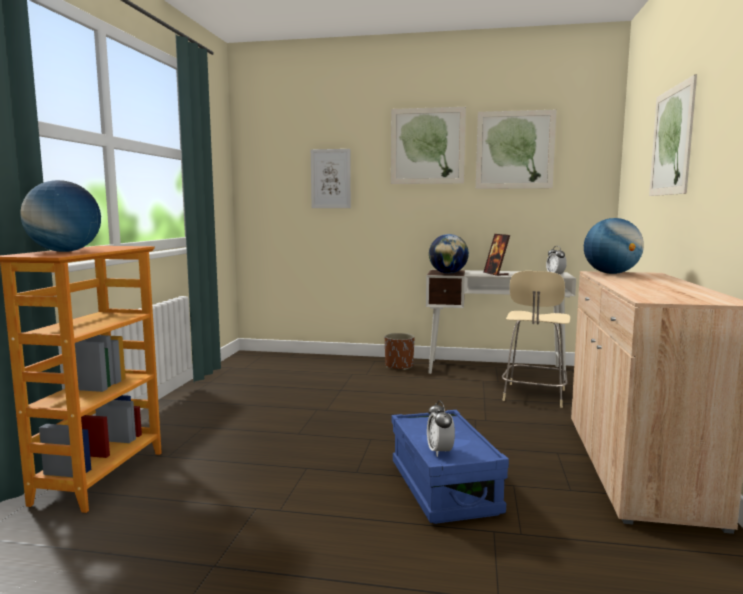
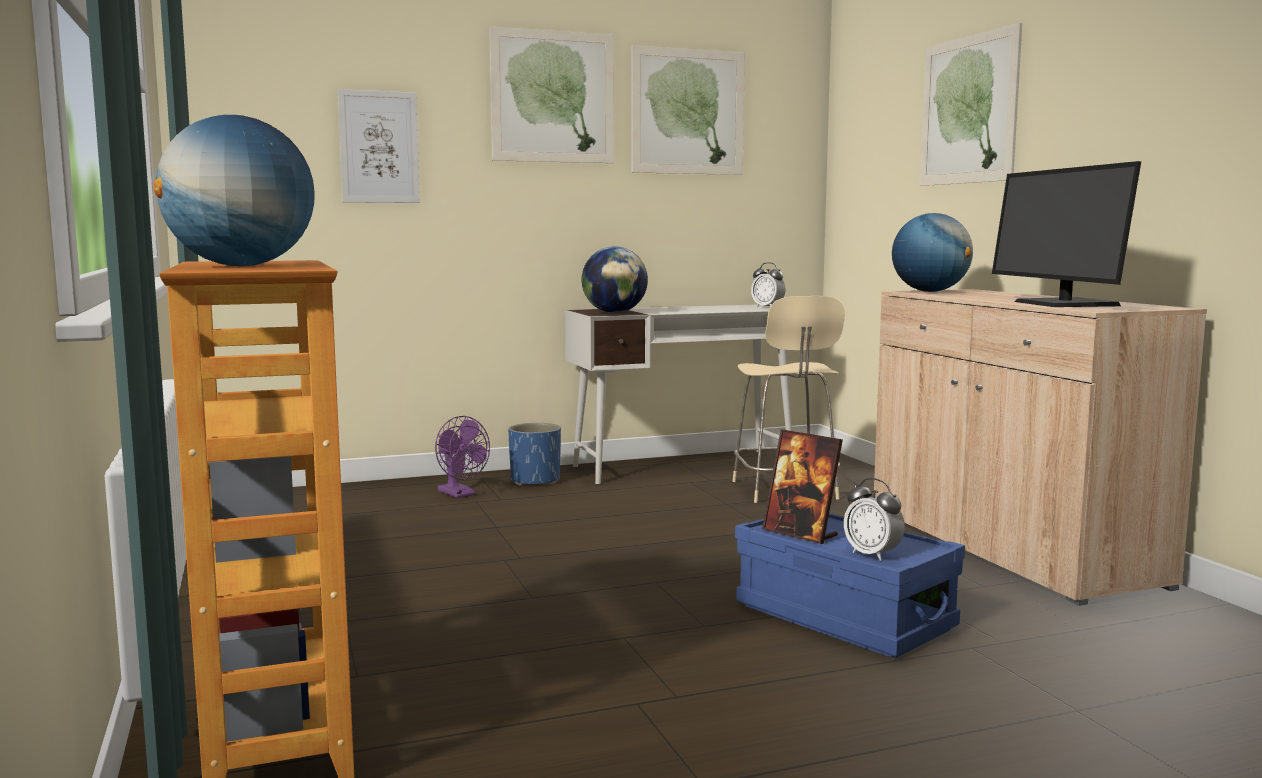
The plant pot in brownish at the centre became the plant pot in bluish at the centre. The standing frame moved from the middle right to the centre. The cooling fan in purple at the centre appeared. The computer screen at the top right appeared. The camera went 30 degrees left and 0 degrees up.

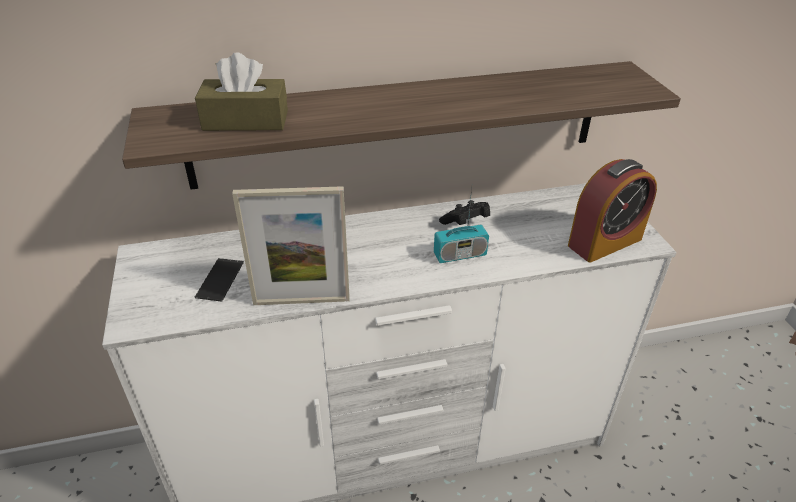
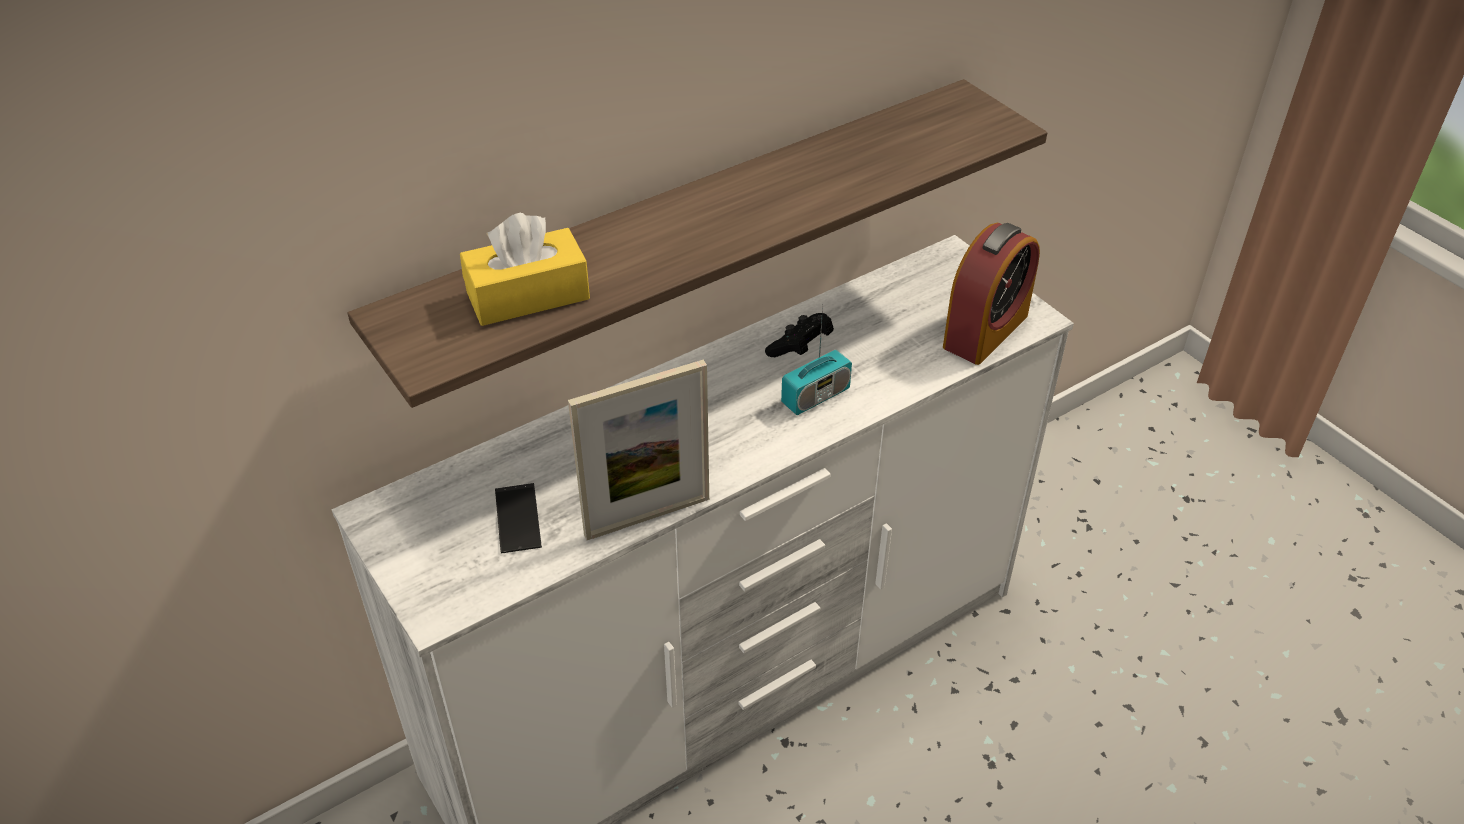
The tissue box in brownish at the top left became the tissue box in yellow at the top centre. The camera went 20 degrees left and 5 degrees up.

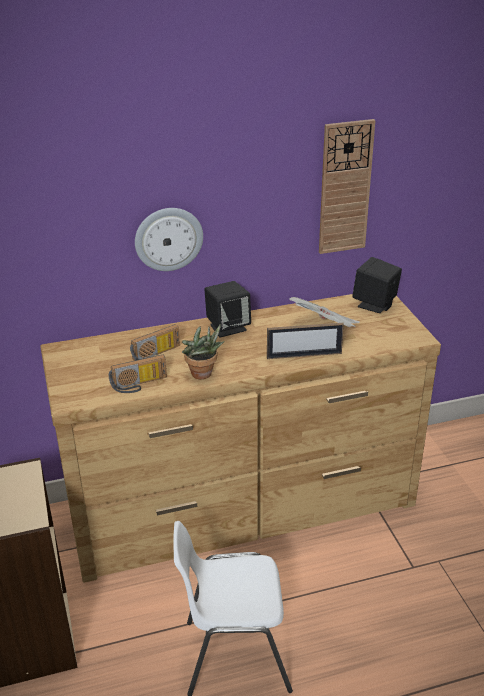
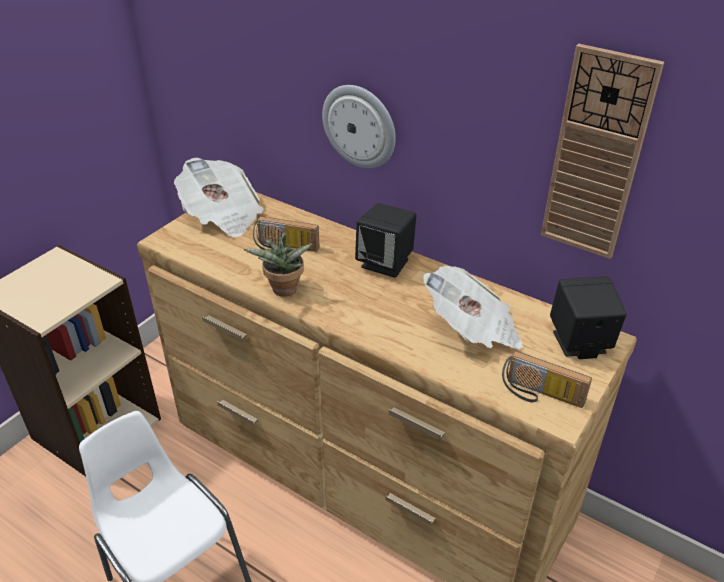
The radio set (no. 1 from left in the first image) moved from the middle left to the middle right. The standing frame at the centre disappeared. The daily paper (no. 1 from left) at the middle left appeared. The camera went 50 degrees right and 5 degrees up.

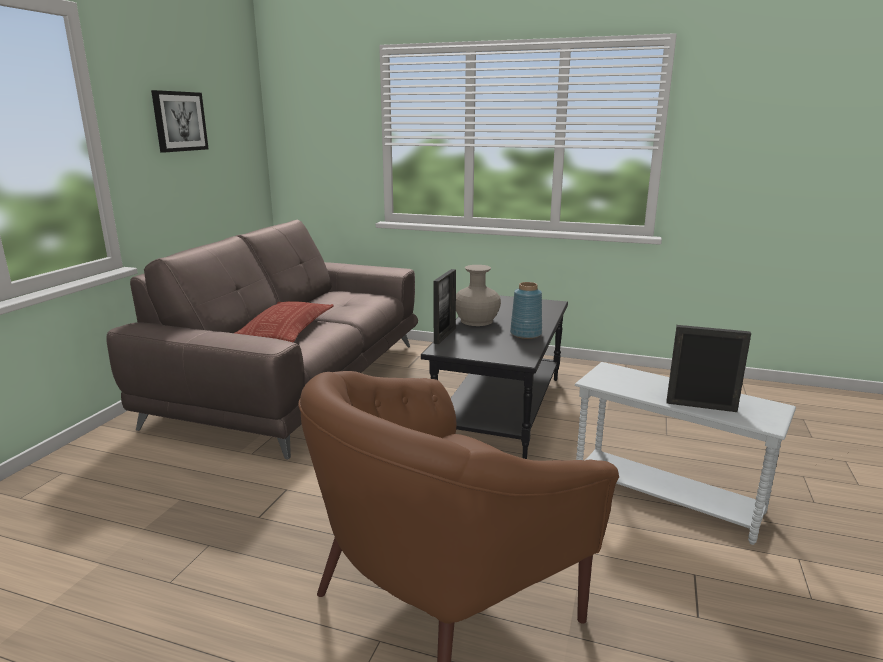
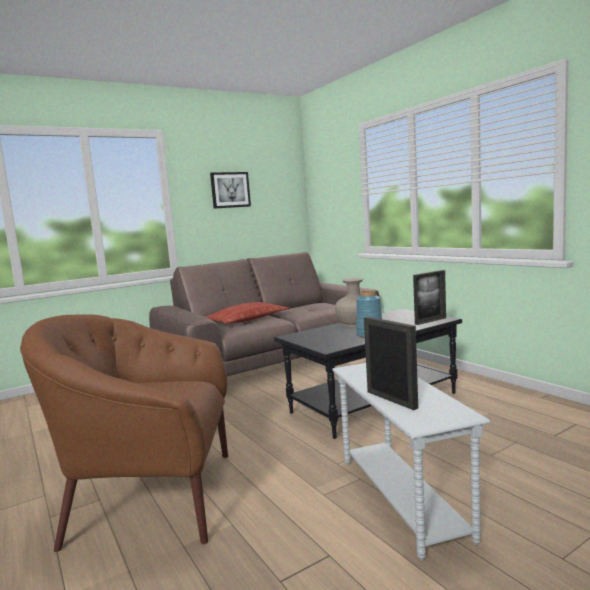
The standing frame (no. 1 from left in the first image) moved from the centre to the middle right. The camera went 40 degrees right and 10 degrees down.

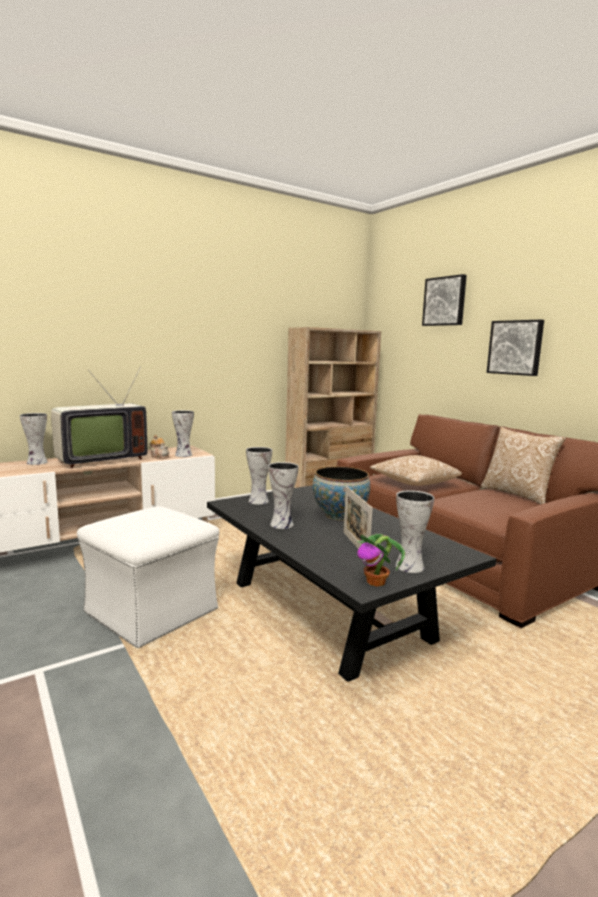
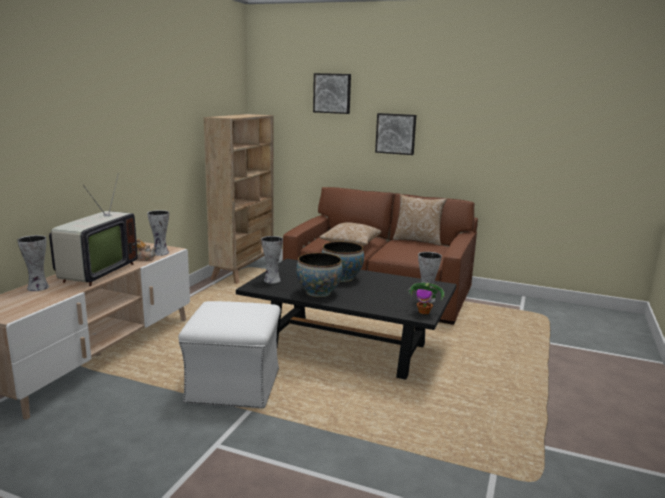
The decorative vase (no. 4 from left) at the centre was replaced by the serving bowl (no. 1 from left) at the centre. The standing frame at the centre disappeared. The camera went 35 degrees left and 5 degrees up.

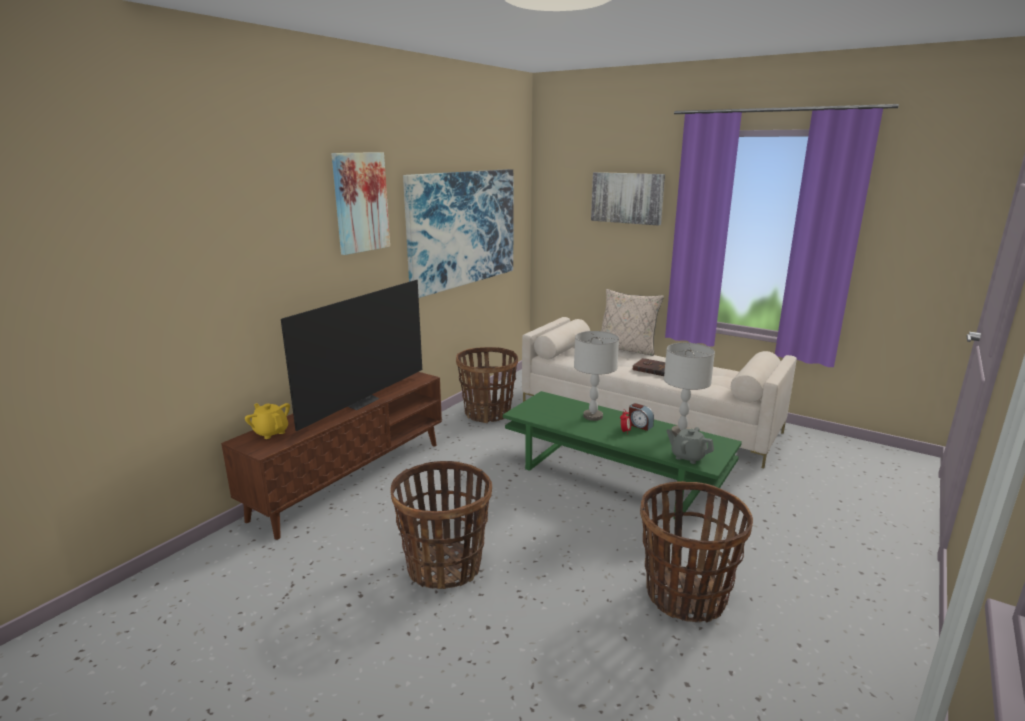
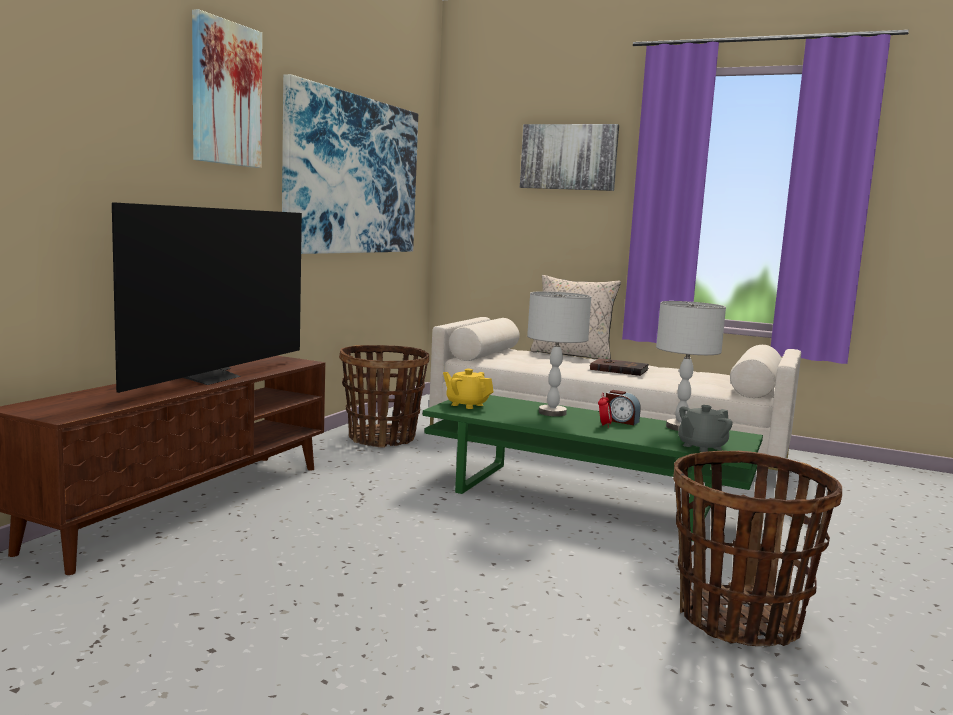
The tea pot in yellow moved from the middle left to the centre. The household basket (no. 1 from left) at the bottom centre disappeared. The tea pot in grey at the middle right turned 60 degrees counterclockwise. The camera went 10 degrees left and 10 degrees down.

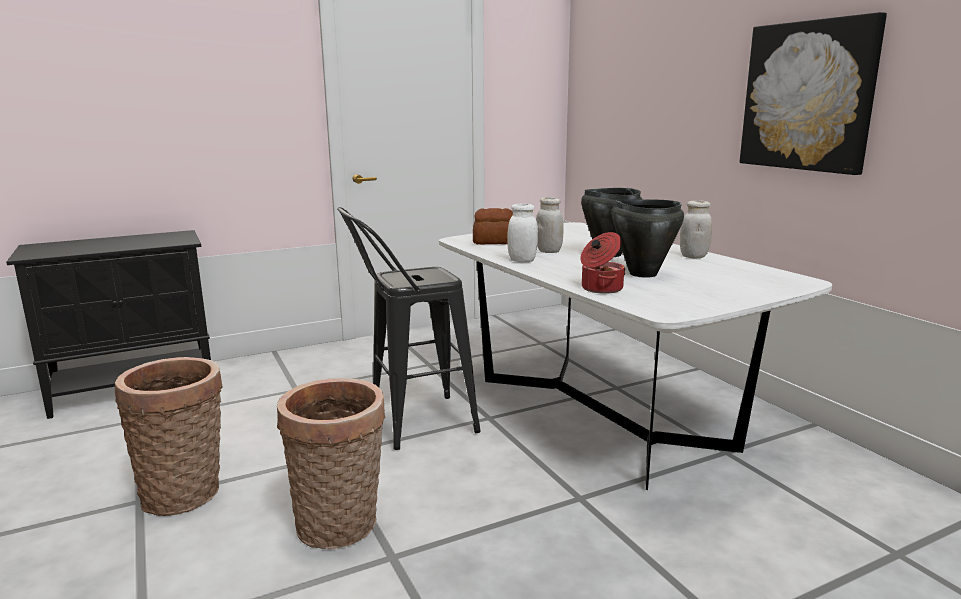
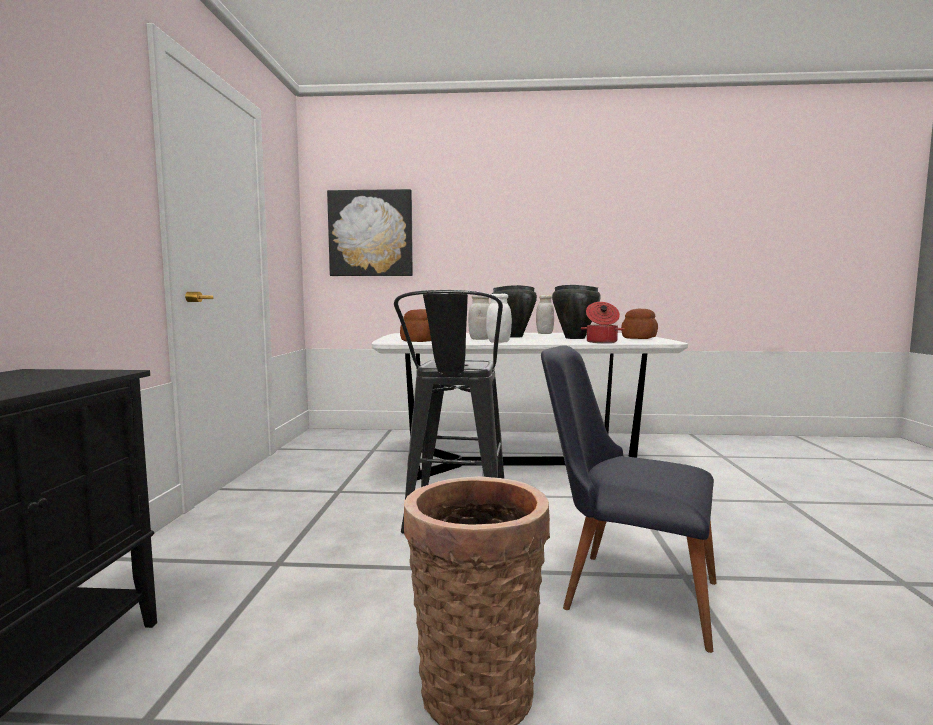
The household basket (no. 2 from left) at the bottom centre was replaced by the plain chair in black-coloured at the bottom right. The wall art moved from the top right to the top centre. The baked bread (no. 2 from left) at the middle right appeared. The camera went 60 degrees left and 10 degrees down.

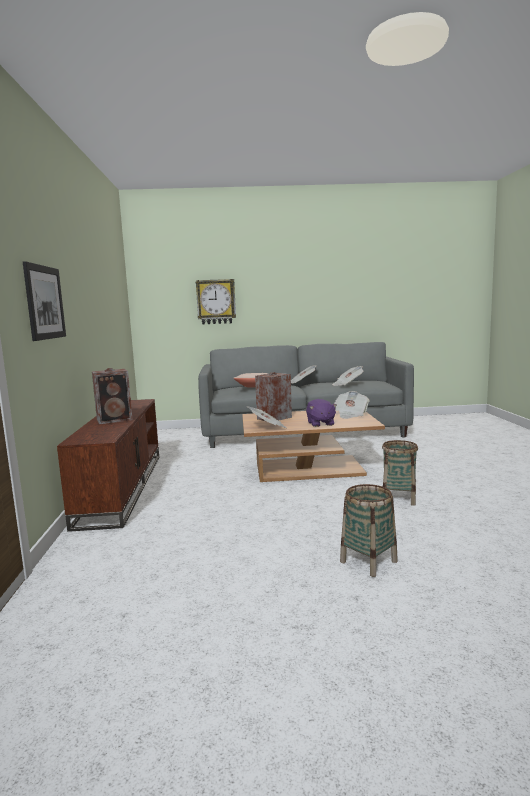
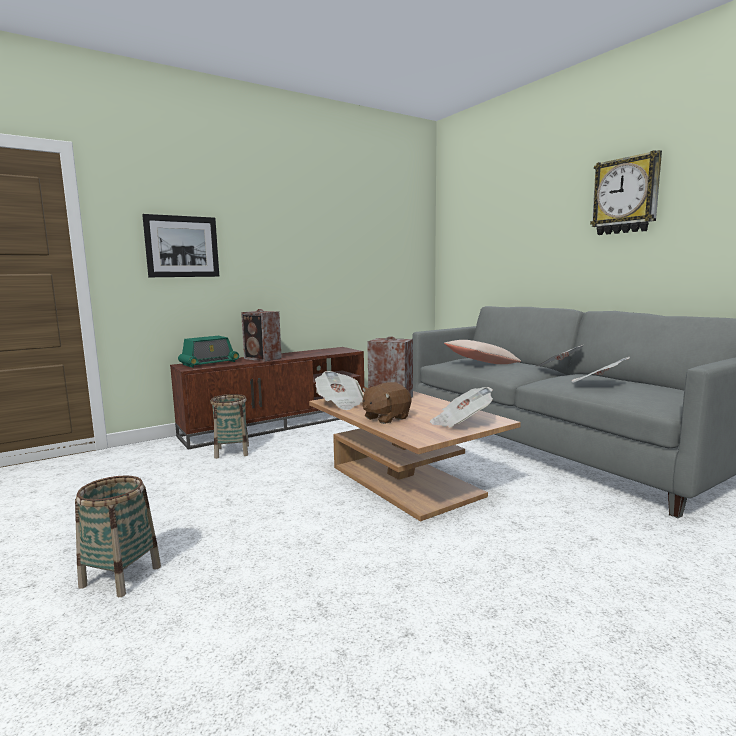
The clock on the wall moved from the centre to the top right. The soft toy in purple at the centre became the soft toy in brownish at the centre. The household basket (no. 2 from left) moved from the middle right to the middle left. The radio set at the middle left appeared. The camera went 60 degrees right and 0 degrees up.

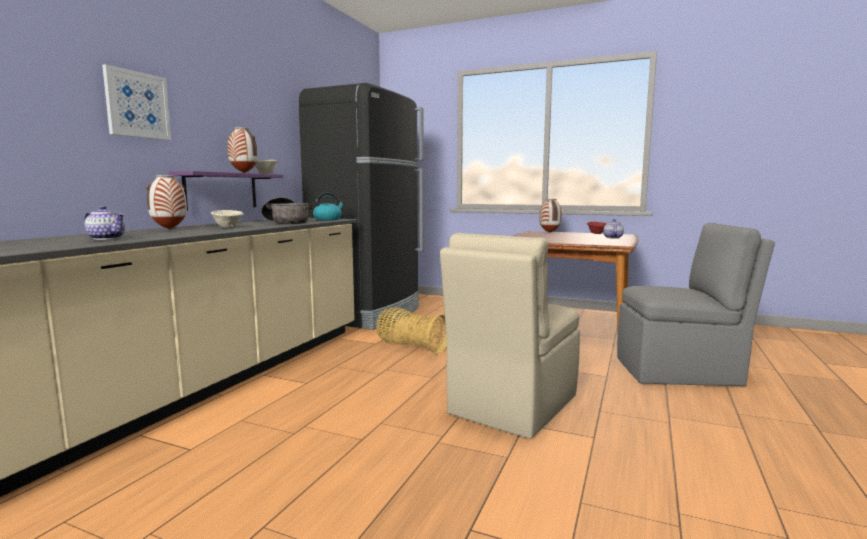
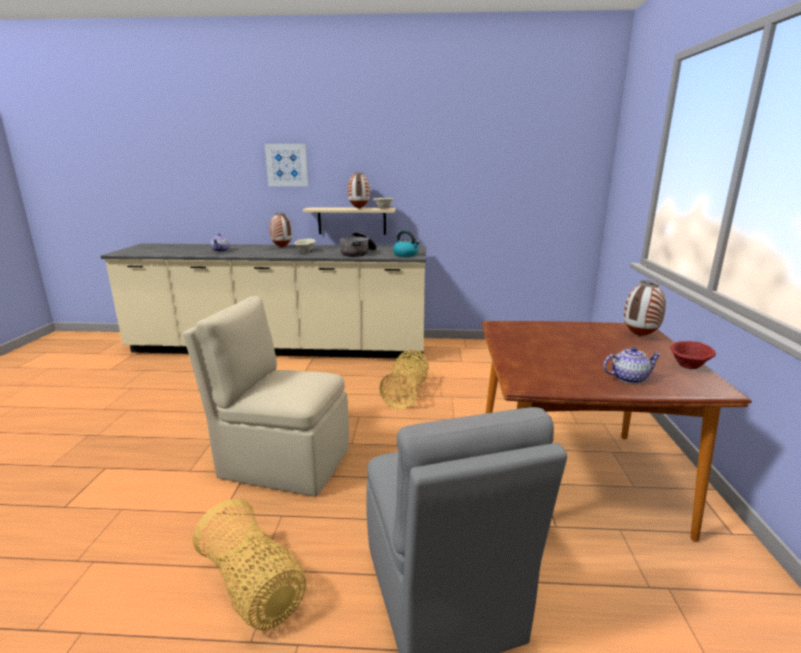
The wall shelf in purple at the middle left became the wall shelf in sand-coloured at the centre. The refrigerator in black-coloured at the centre disappeared. The household basket (no. 1 from left) at the bottom left appeared. The camera went 70 degrees right and 10 degrees up.

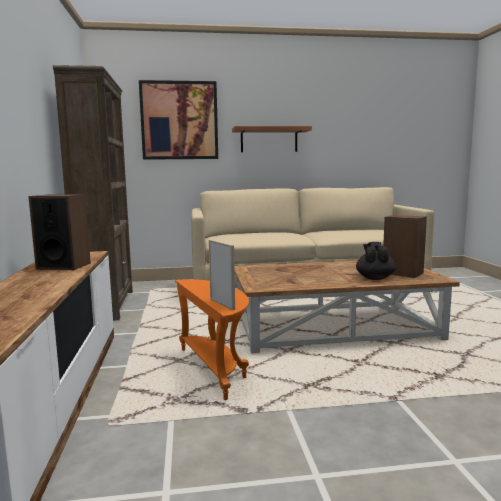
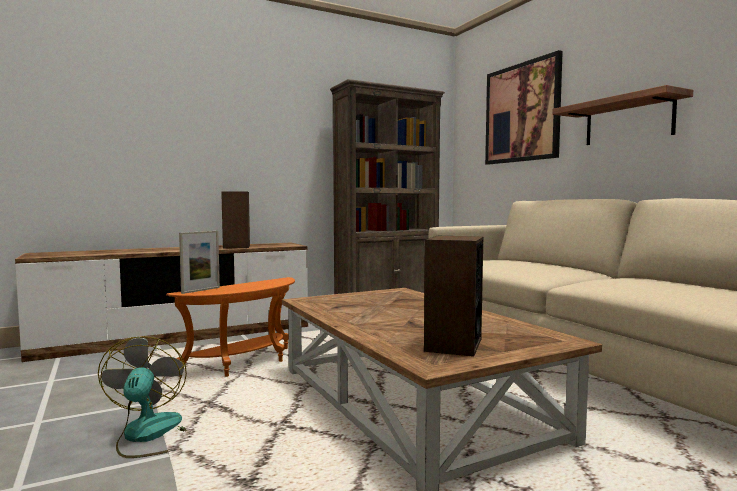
The tea pot in black-coloured at the middle right disappeared. The cooling fan at the bottom left appeared. The camera went 70 degrees right and 5 degrees down.

